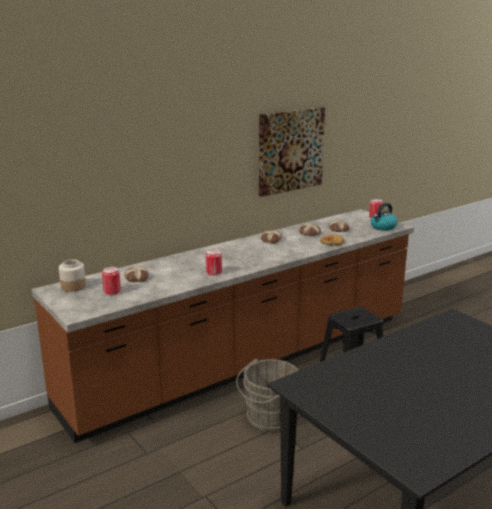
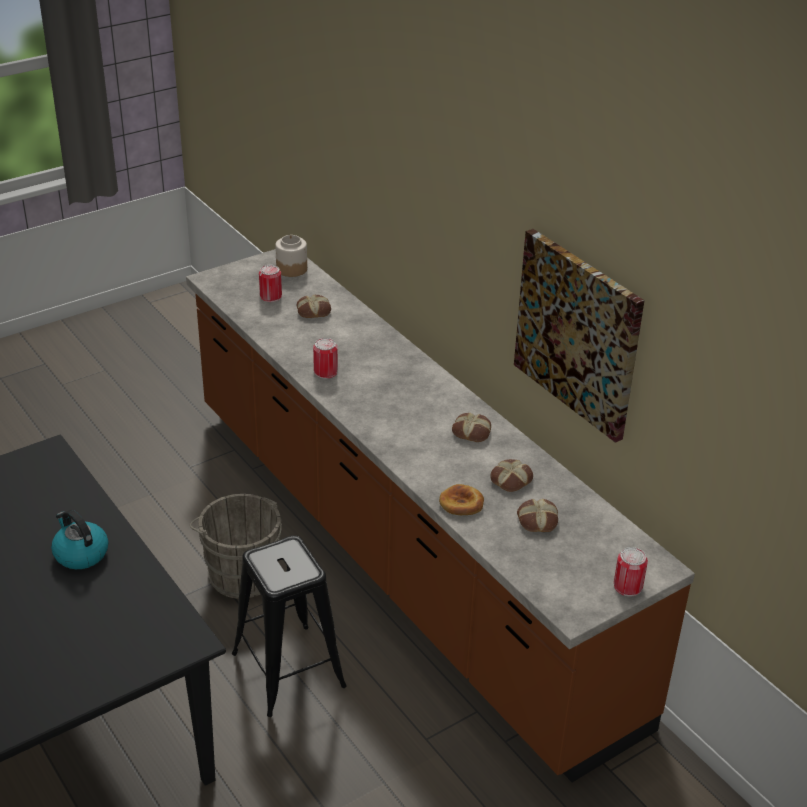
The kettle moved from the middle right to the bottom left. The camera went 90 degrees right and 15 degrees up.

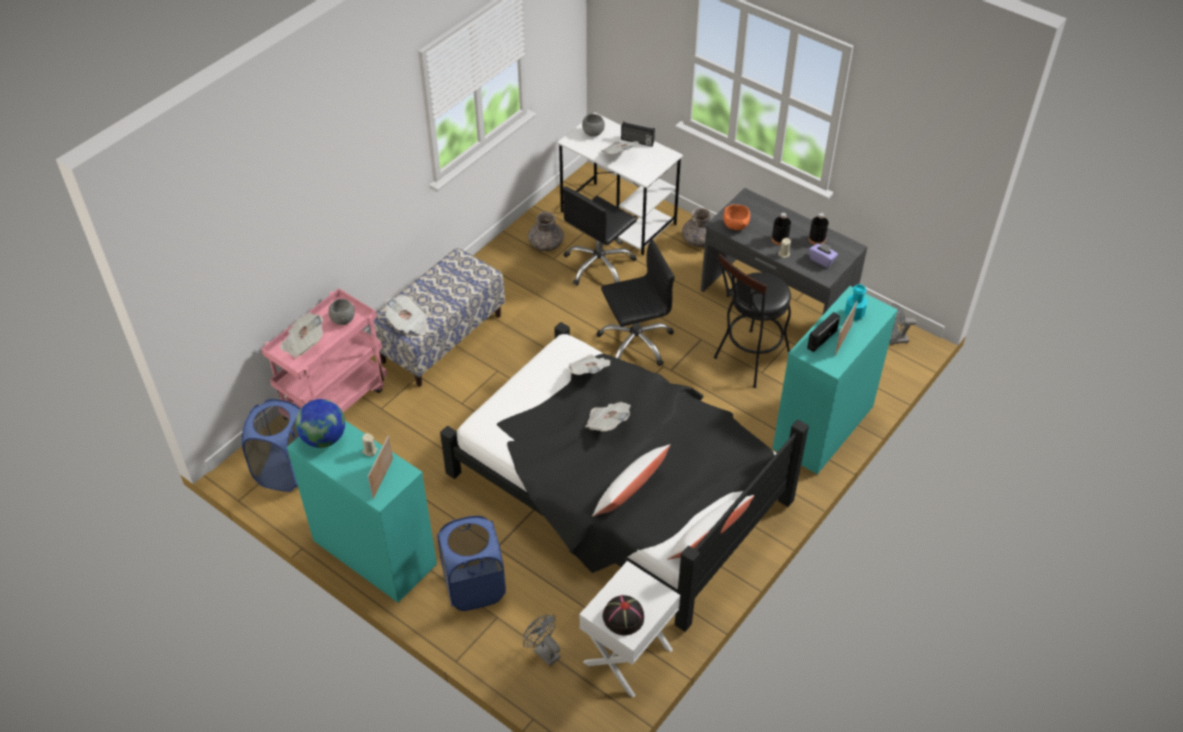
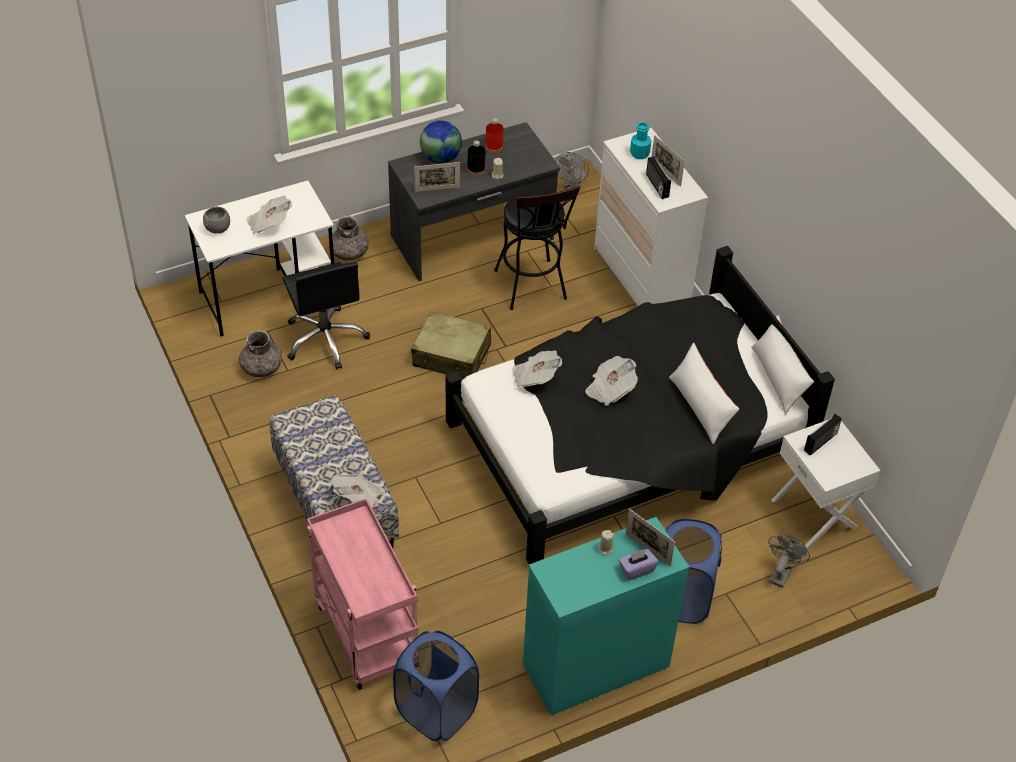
The daily paper (no. 1 from left) at the middle left disappeared. The desk globe moved from the middle left to the top centre. The serving bowl in grey (no. 1 from left) at the middle left disappeared. The cooling fan in grey (no. 1 from left in the first image) at the bottom centre turned 135 degrees clockwise. The desk chair in black-coloured (no. 2 from left) at the centre was replaced by the travel case in sand-coloured at the centre. The hat in black-coloured at the bottom centre disappeared. The radio set (no. 1 from left in the first image) moved from the top centre to the middle right. The serving bowl in orange-coloured at the top centre was replaced by the standing frame (no. 1 from left) at the top centre. The chest of drawers in turquoise (no. 2 from left) at the middle right became the chest of drawers in white-coloured at the top centre. The drink bottle in black-coloured (no. 2 from left) at the top right became the drink bottle in red at the top centre. The tissue box in purple moved from the middle right to the bottom centre. The camera went 65 degrees left and 0 degrees up.

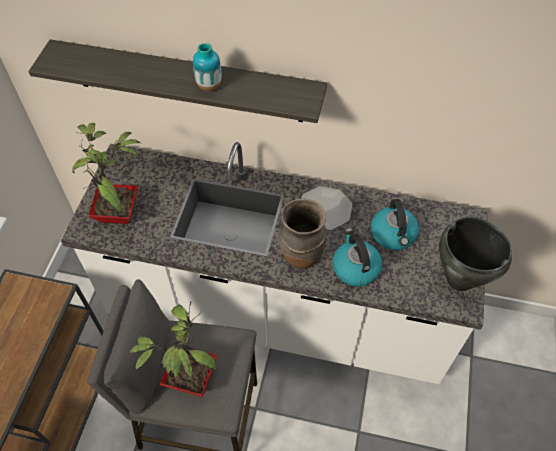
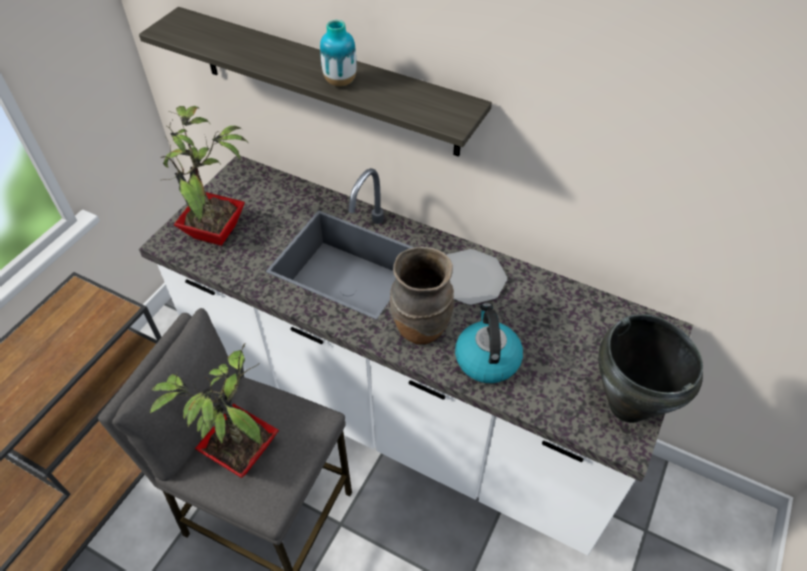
The kettle (no. 2 from left) at the middle right disappeared. The camera went 15 degrees right and 5 degrees down.

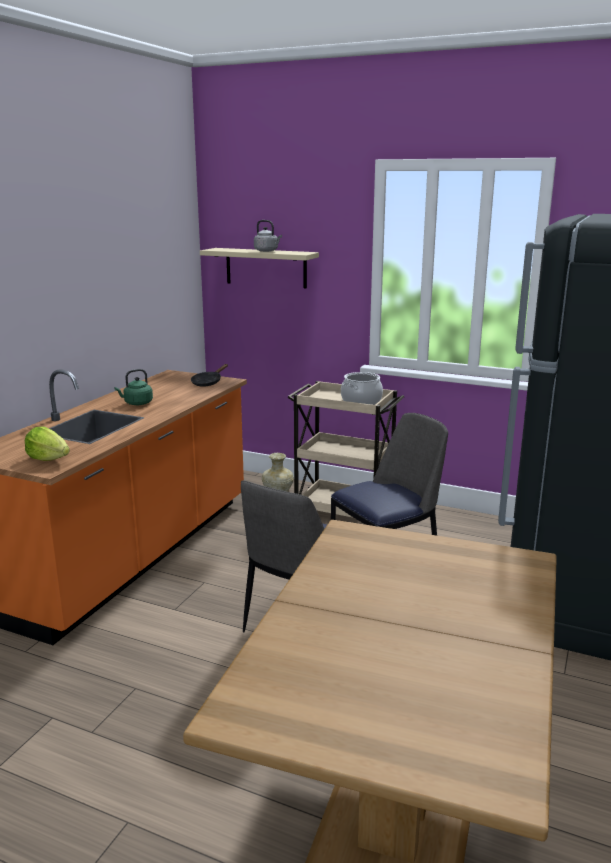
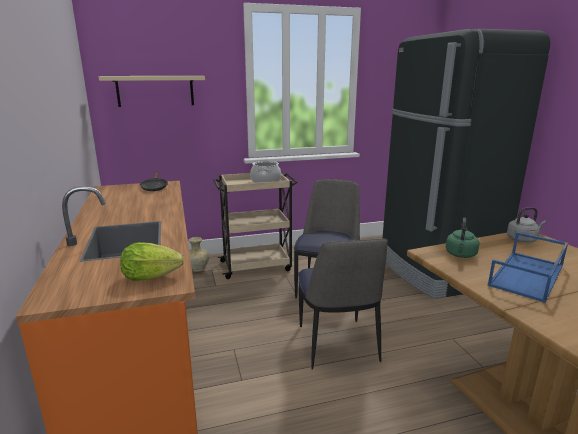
The kettle in green-coloured moved from the middle left to the middle right. The kettle in grey moved from the top centre to the middle right. The tray in bluish at the middle right appeared. The camera went 40 degrees left and 0 degrees up.

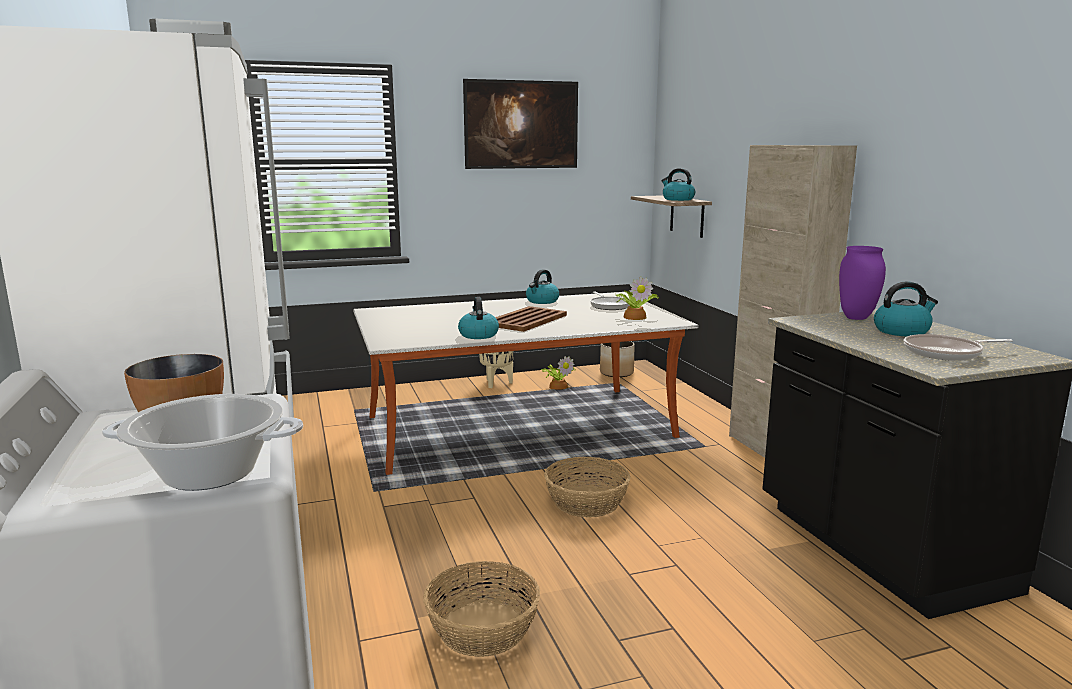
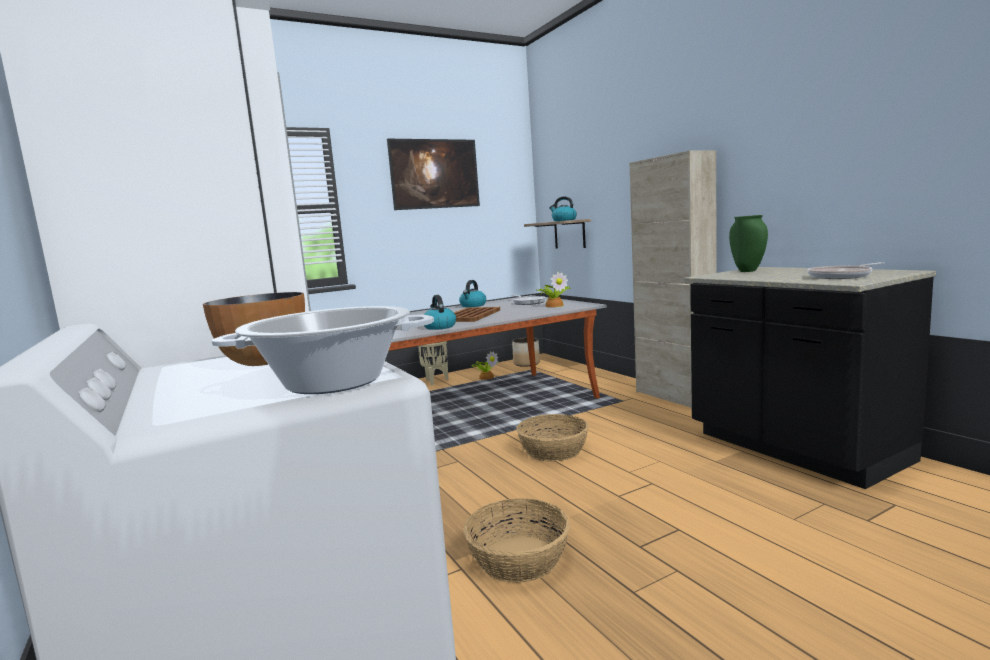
The decorative vase in purple at the middle right became the decorative vase in green-coloured at the middle right. The kettle (no. 4 from left) at the middle right disappeared. The camera went 10 degrees left and 5 degrees down.

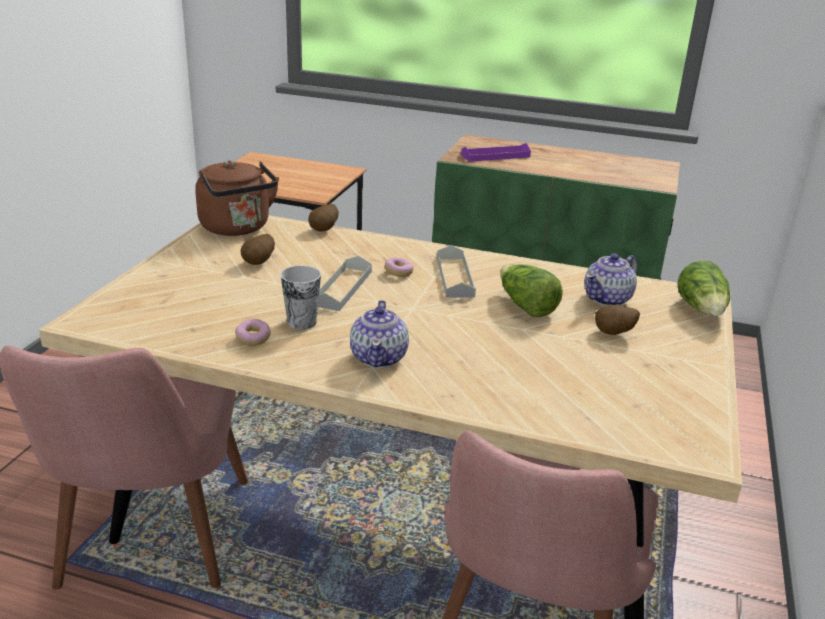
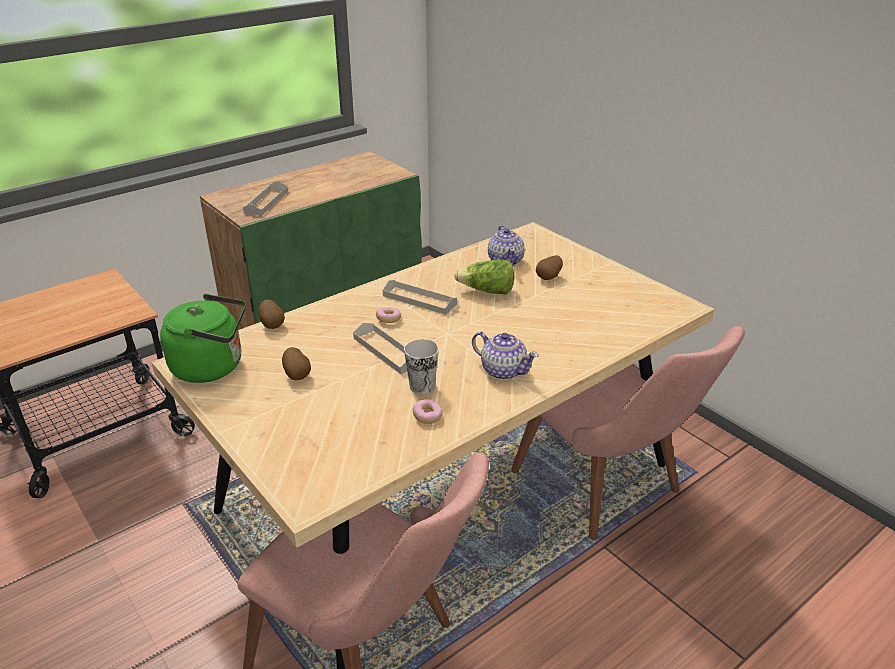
The kettle in brownish at the top left became the kettle in green-coloured at the middle left. The tray in purple at the top centre became the tray in grey (no. 1 from left) at the top left. The lettuce head (no. 2 from left) at the middle right disappeared. The camera went 55 degrees left and 5 degrees up.

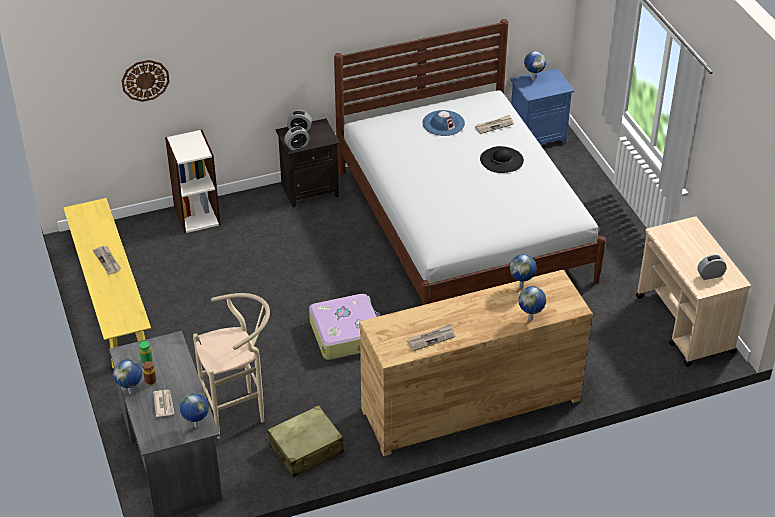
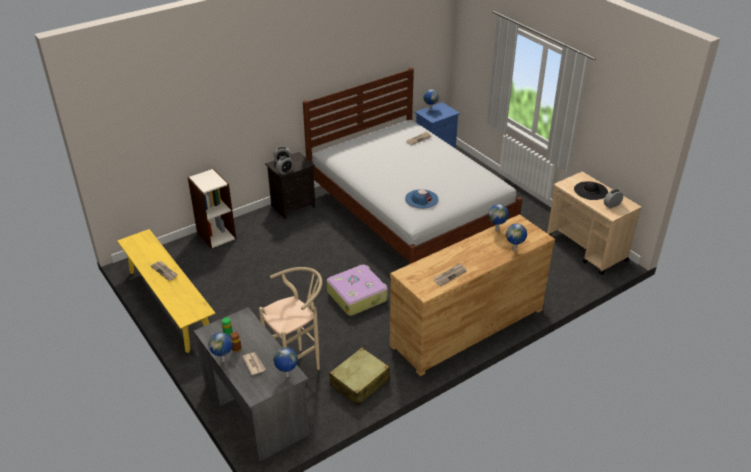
The clock on the wall at the top left disappeared. The hat in bluish moved from the top centre to the centre. The hat in black-coloured moved from the top centre to the middle right. The camera went 15 degrees left and 5 degrees down.

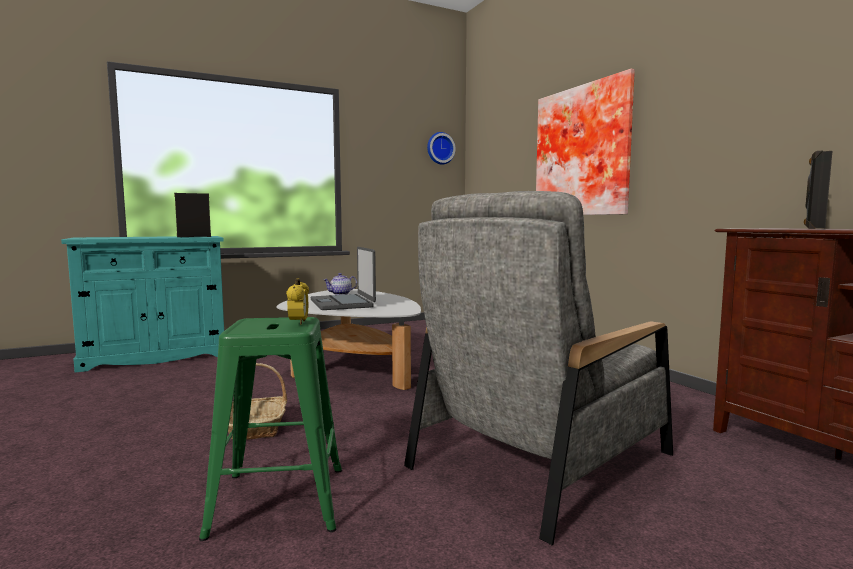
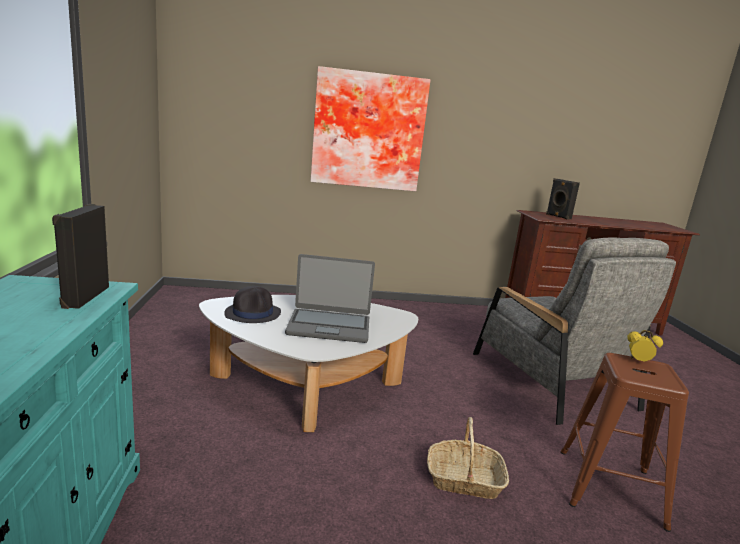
The stool in green-coloured at the bottom left became the stool in brownish at the bottom right. The tea pot at the centre was replaced by the hat in black-coloured at the centre. The clock on the wall at the top centre disappeared. The camera went 70 degrees left and 10 degrees up.

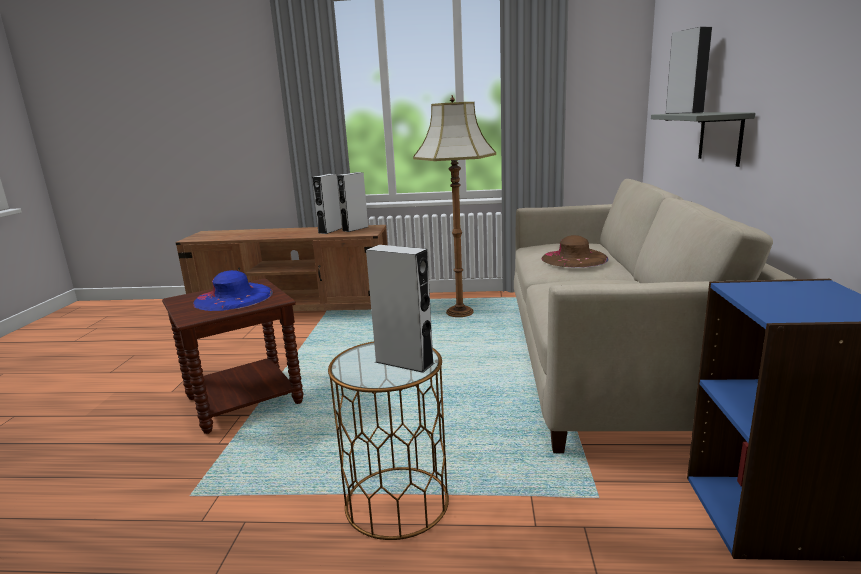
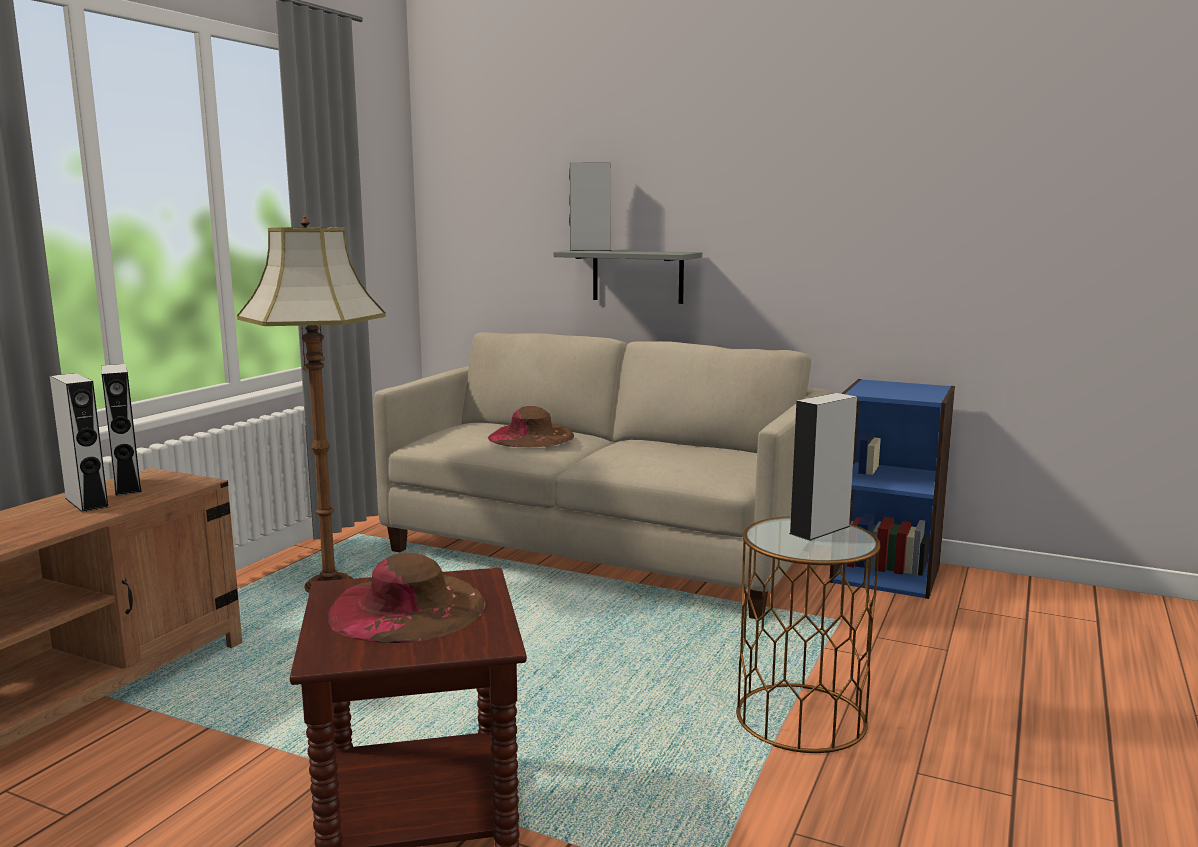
The hat in bluish at the middle left became the hat in brownish (no. 1 from left) at the bottom centre. The camera went 70 degrees left and 5 degrees down.

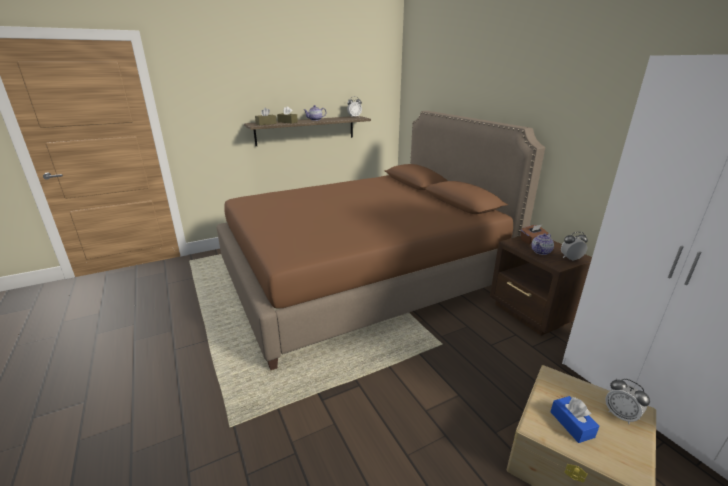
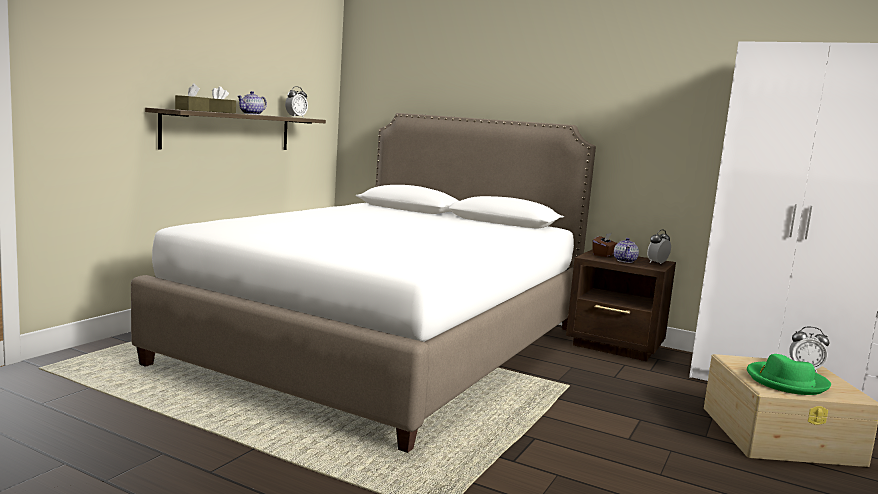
The sleeping bed in brownish at the centre became the sleeping bed in white-coloured at the centre. The tissue box in bluish at the bottom right was replaced by the hat in green-coloured at the bottom right. The camera went 35 degrees left and 15 degrees down.

